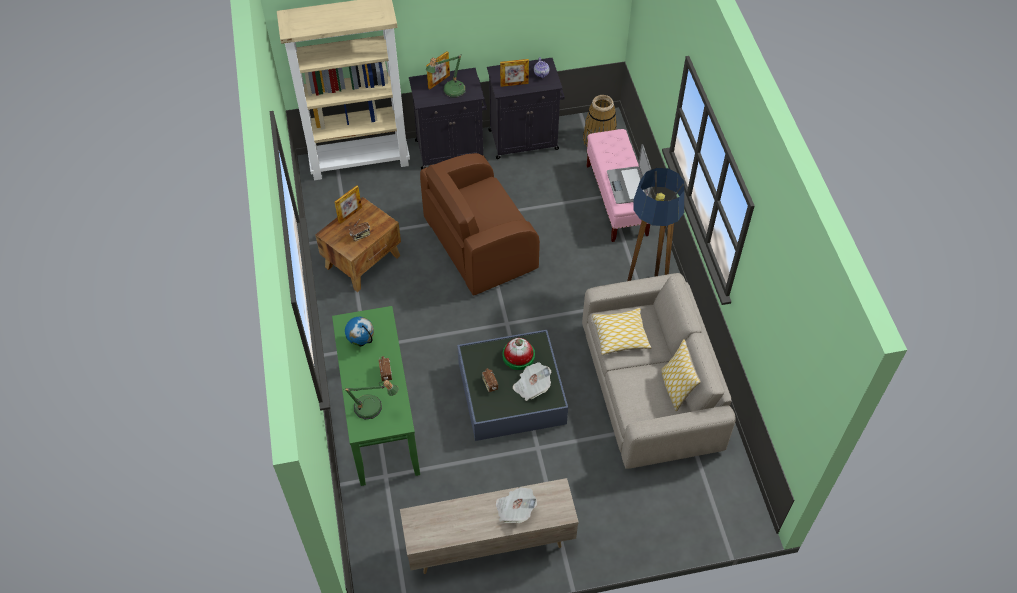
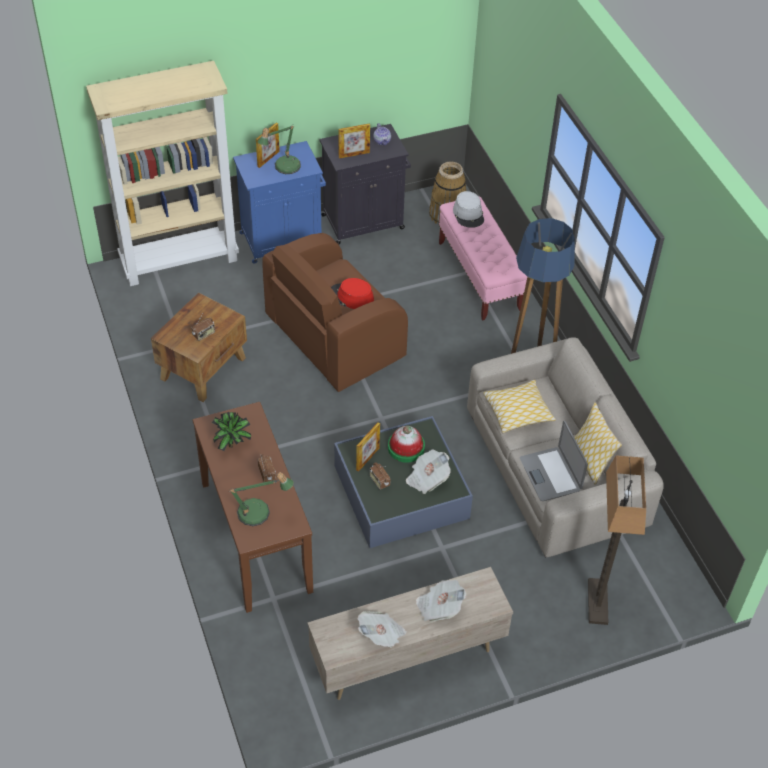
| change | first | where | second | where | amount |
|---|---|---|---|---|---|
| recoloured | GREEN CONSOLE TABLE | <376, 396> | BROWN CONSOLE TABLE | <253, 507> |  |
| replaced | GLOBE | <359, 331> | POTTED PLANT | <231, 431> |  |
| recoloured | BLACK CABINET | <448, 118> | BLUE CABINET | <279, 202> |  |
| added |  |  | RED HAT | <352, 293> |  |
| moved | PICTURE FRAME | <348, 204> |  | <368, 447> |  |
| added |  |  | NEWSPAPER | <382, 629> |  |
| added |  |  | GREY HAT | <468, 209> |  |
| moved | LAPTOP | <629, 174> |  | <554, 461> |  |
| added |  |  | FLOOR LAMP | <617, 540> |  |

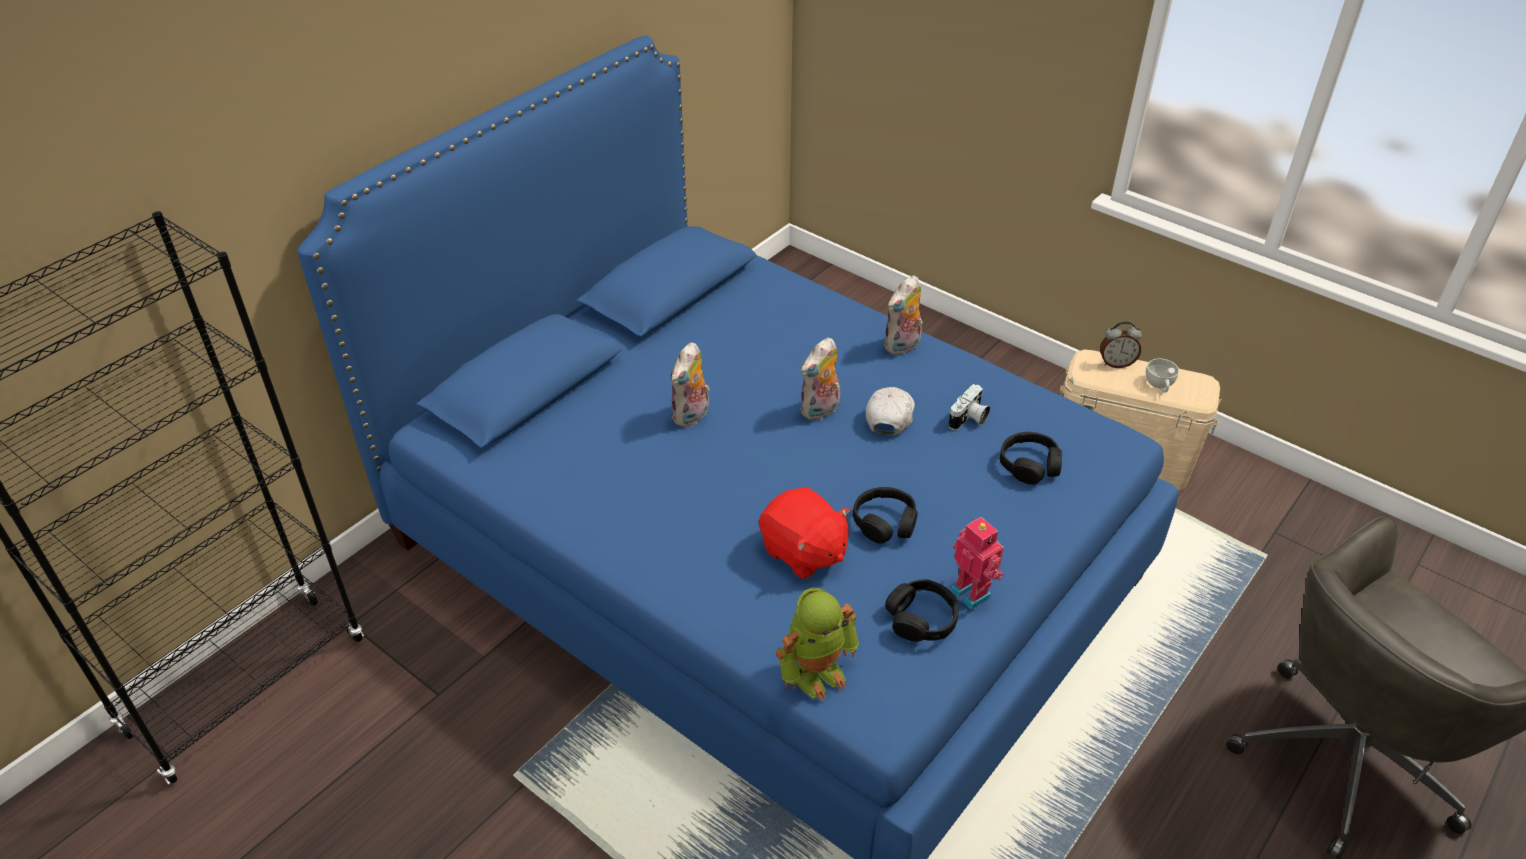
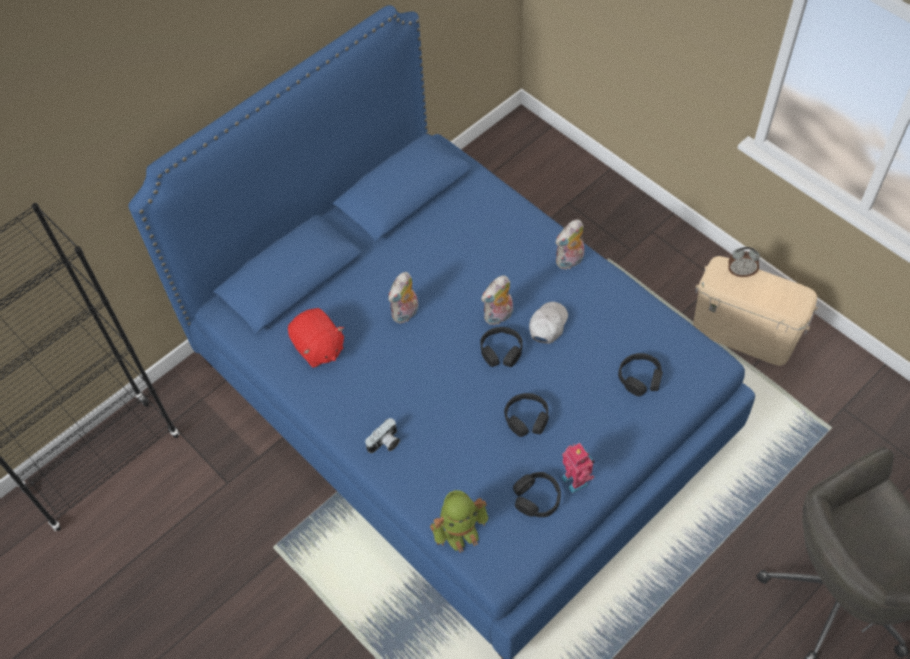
| change | first | where | second | where | amount |
|---|---|---|---|---|---|
| moved | RED PLUSH TOY | <804, 533> |  | <316, 338> |  |
| moved | PHOTO CAMERA | <969, 407> |  | <382, 435> |  |
| added |  |  | BLACK HEADPHONES | <502, 347> |  |
| removed | WHITE CUP | <1162, 375> |  |  |  |

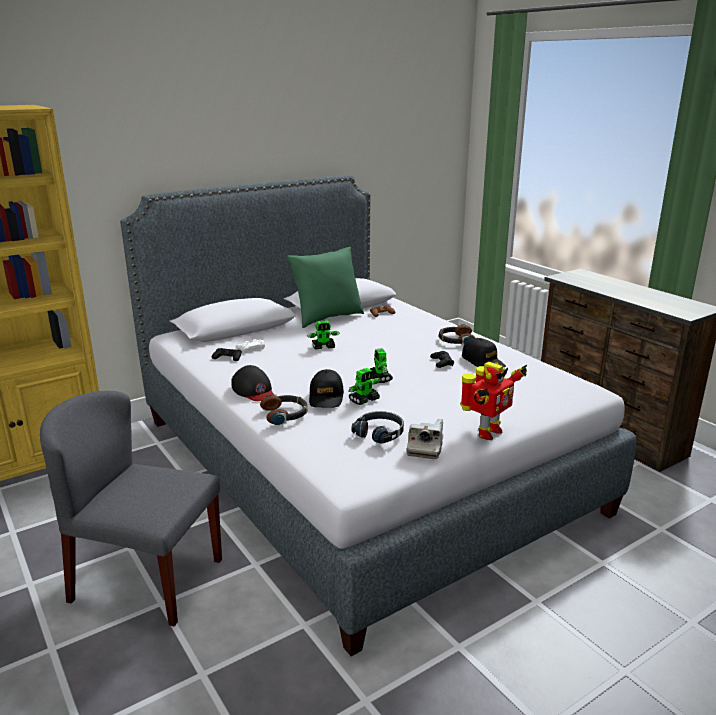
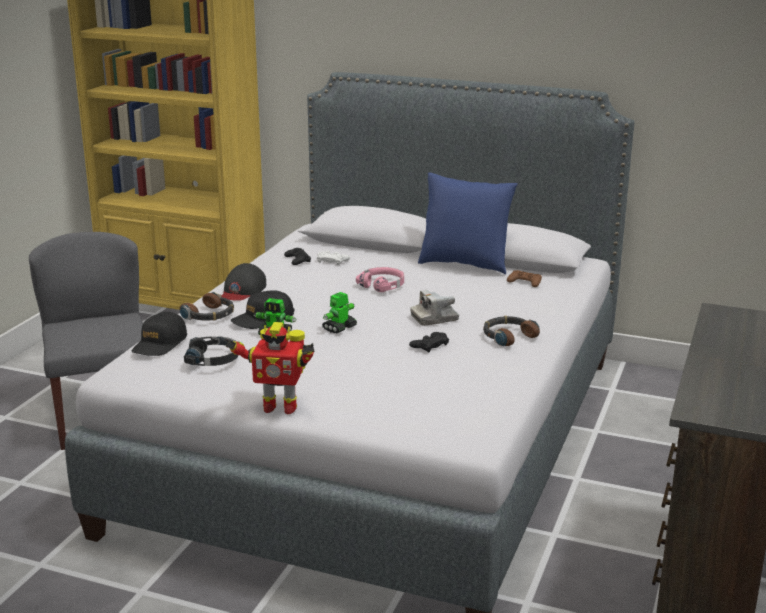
| change | first | where | second | where | amount |
|---|---|---|---|---|---|
| moved | BLACK CAP | <484, 352> |  | <159, 334> |  |
| replaced | TOY ROBOT | <323, 335> | PINK HEADPHONES | <380, 279> |  |
| moved | PHOTO CAMERA | <425, 439> |  | <435, 308> |  |
| recoloured | GREEN PILLOW | <325, 287> | BLUE PILLOW | <468, 223> |  |

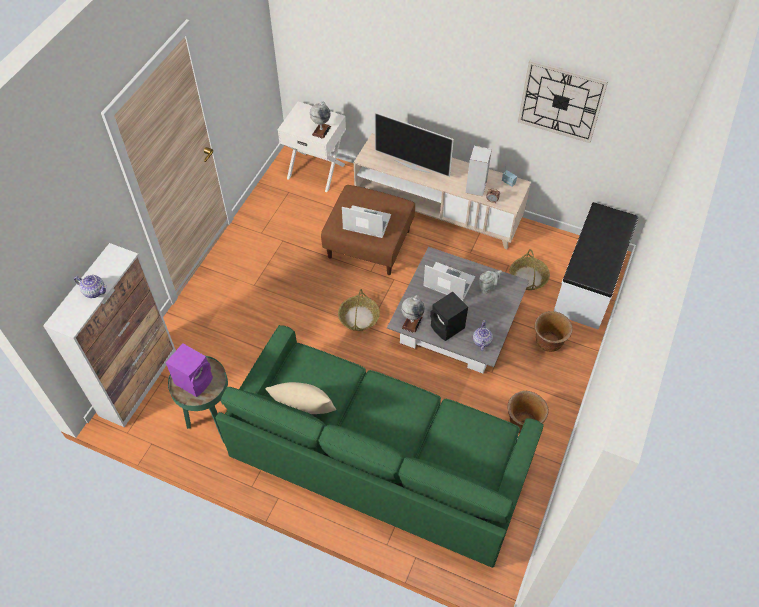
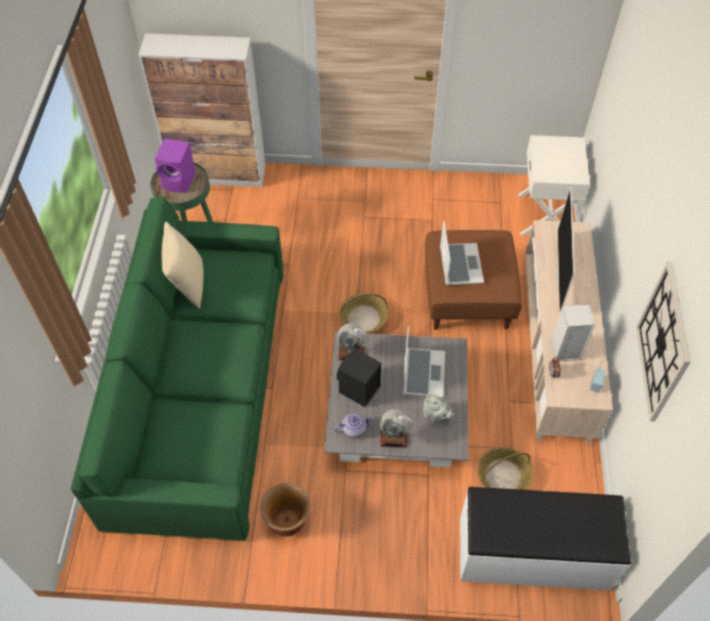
| change | first | where | second | where | amount |
|---|---|---|---|---|---|
| moved | GLOBE | <320, 120> |  | <396, 428> |  |
| removed | TEAPOT | <90, 286> |  |  |  |
| removed | BROWN PLANTER | <553, 331> |  |  |  |

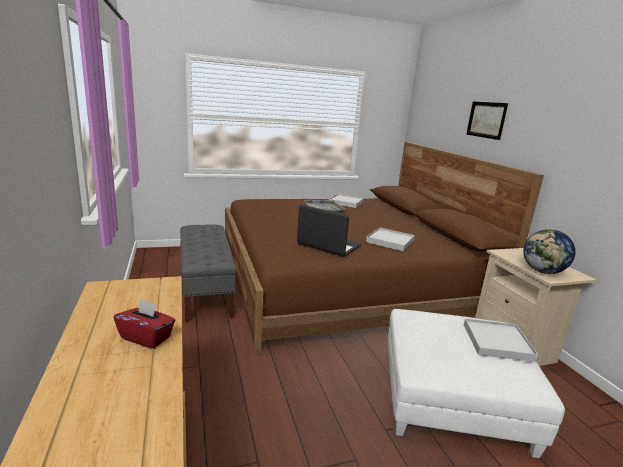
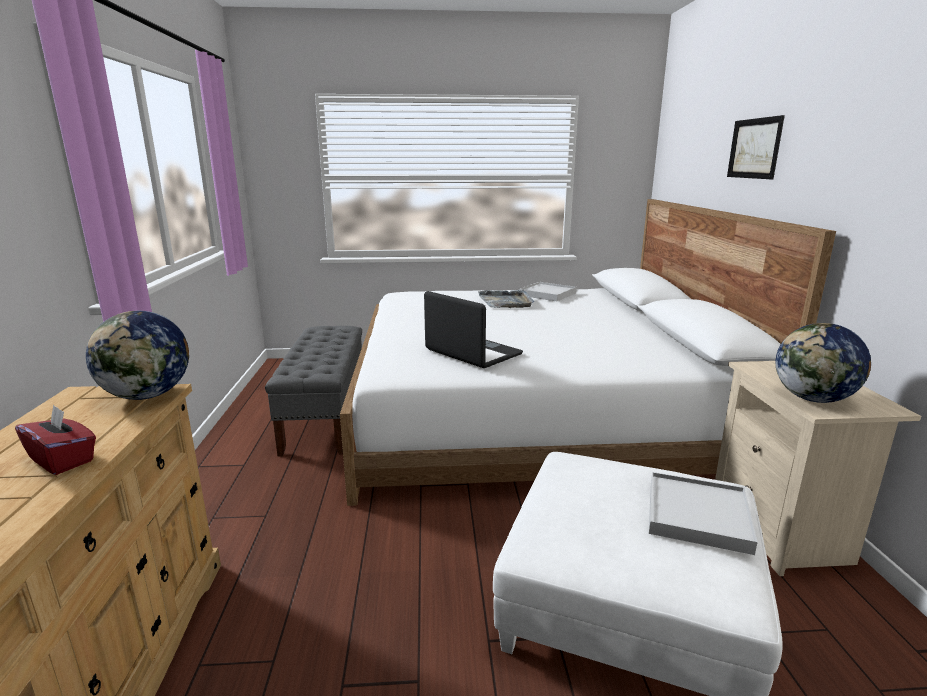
| change | first | where | second | where | amount |
|---|---|---|---|---|---|
| added |  |  | GLOBE | <137, 355> |  |
| recoloured | BROWN BED | <384, 248> | WHITE BED | <588, 352> |  |
| removed | WHITE TRAY | <390, 239> |  |  |  |

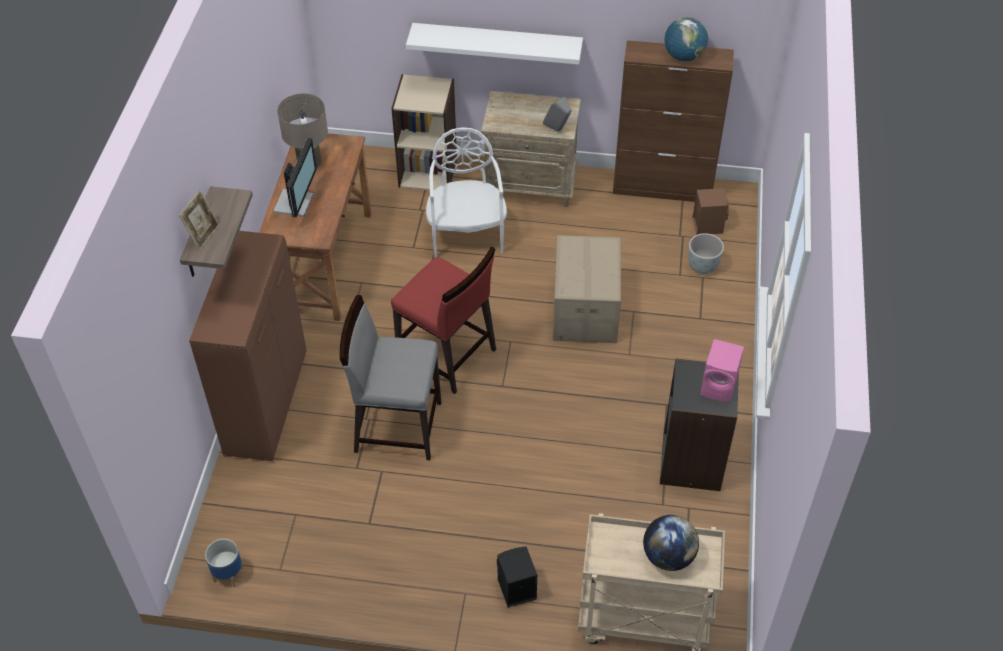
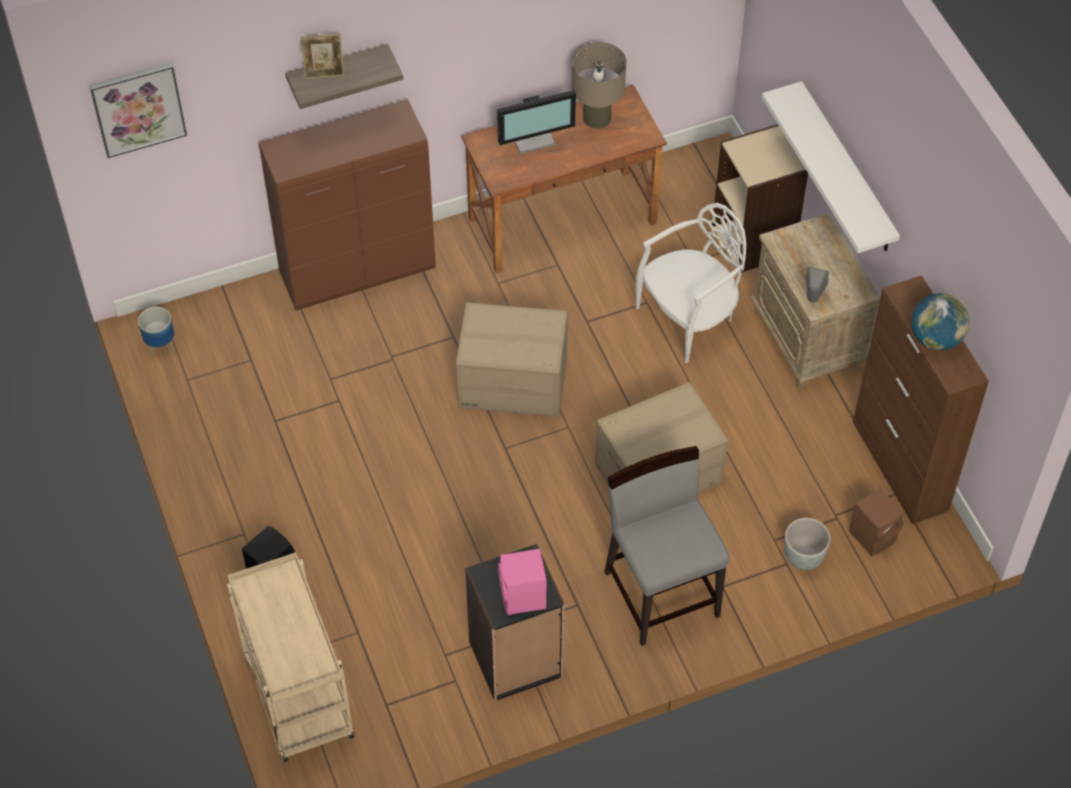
| change | first | where | second | where | amount |
|---|---|---|---|---|---|
| added |  |  | PICTURE | <138, 110> |  |
| replaced | RED CHAIR | <443, 320> | CARDBOARD BOX | <512, 359> |  |
| moved | GREY CHAIR | <390, 377> |  | <667, 546> |  |
| removed | GLOBE | <671, 543> |  |  |  |

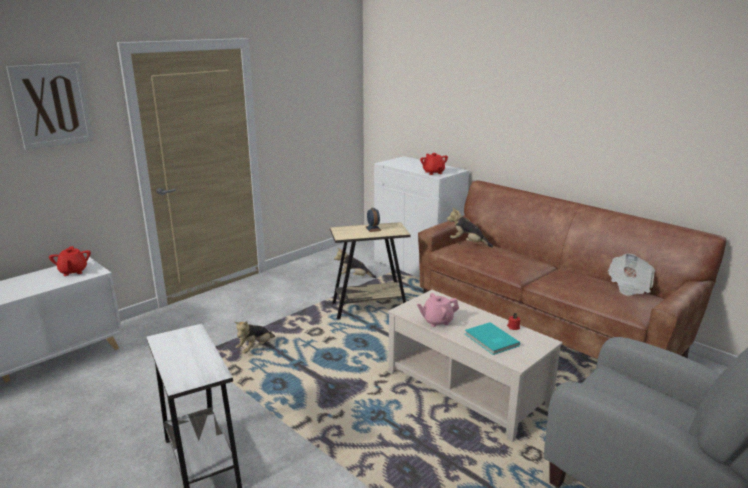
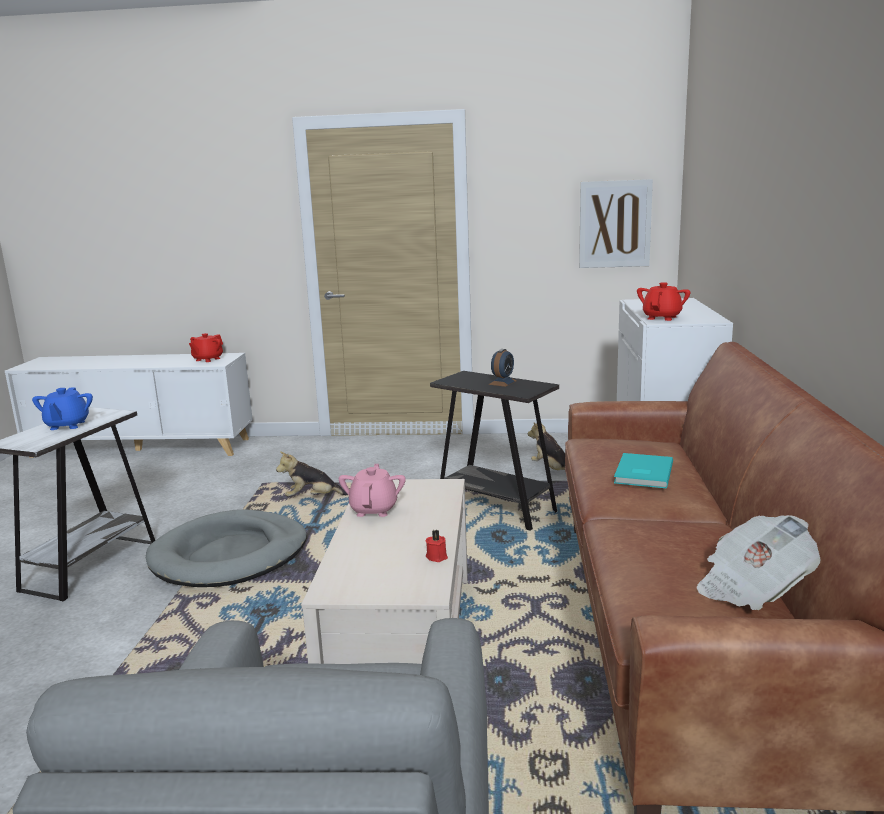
| change | first | where | second | where | amount |
|---|---|---|---|---|---|
| added |  |  | BLUE TEAPOT | <62, 408> |  |
| added |  |  | GREY DOG BED | <226, 548> |  |
| turned | PINK TEAPOT | <438, 310> |  | <372, 490> | 60 degrees clockwise |
| recoloured | BEIGE SIDE TABLE | <370, 270> | BLACK SIDE TABLE | <494, 451> |  |
| moved | PICTURE | <50, 106> |  | <616, 223> |  |
| moved | TURQUOISE BOOK | <492, 338> |  | <643, 471> |  |
| removed | PLUSH TOY | <470, 227> |  |  |  |

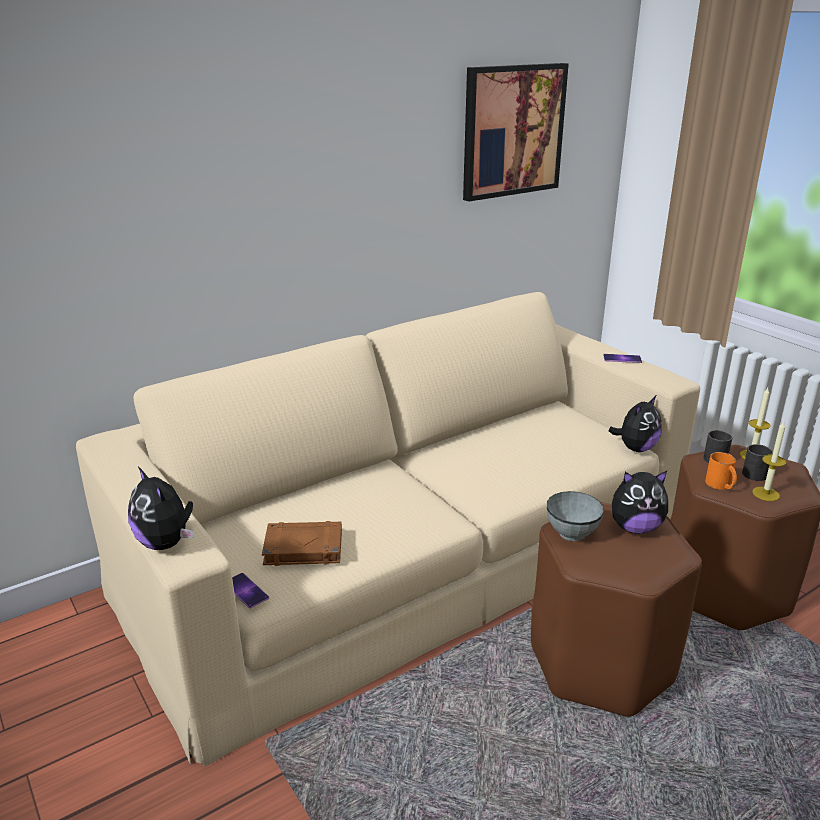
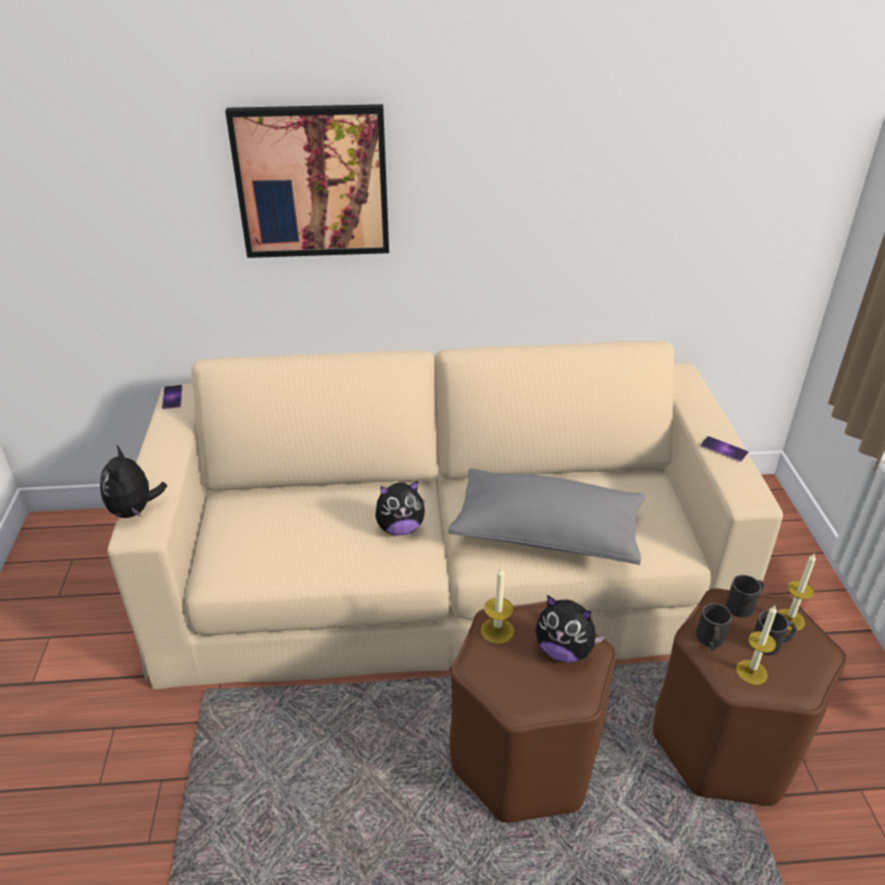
| change | first | where | second | where | amount |
|---|---|---|---|---|---|
| moved | PHONE | <250, 590> |  | <172, 397> |  |
| moved | PICTURE | <516, 132> |  | <307, 181> |  |
| moved | PLUSH TOY | <635, 424> |  | <400, 508> |  |
| added |  |  | GREY PILLOW | <546, 516> |  |
| replaced | GREY BOWL | <575, 516> | CANDLE | <497, 605> |  |
| recoloured | ORANGE MUG | <721, 470> | BLACK MUG | <714, 627> |  |
| removed | BROWN BOOK | <302, 543> |  |  |  |

